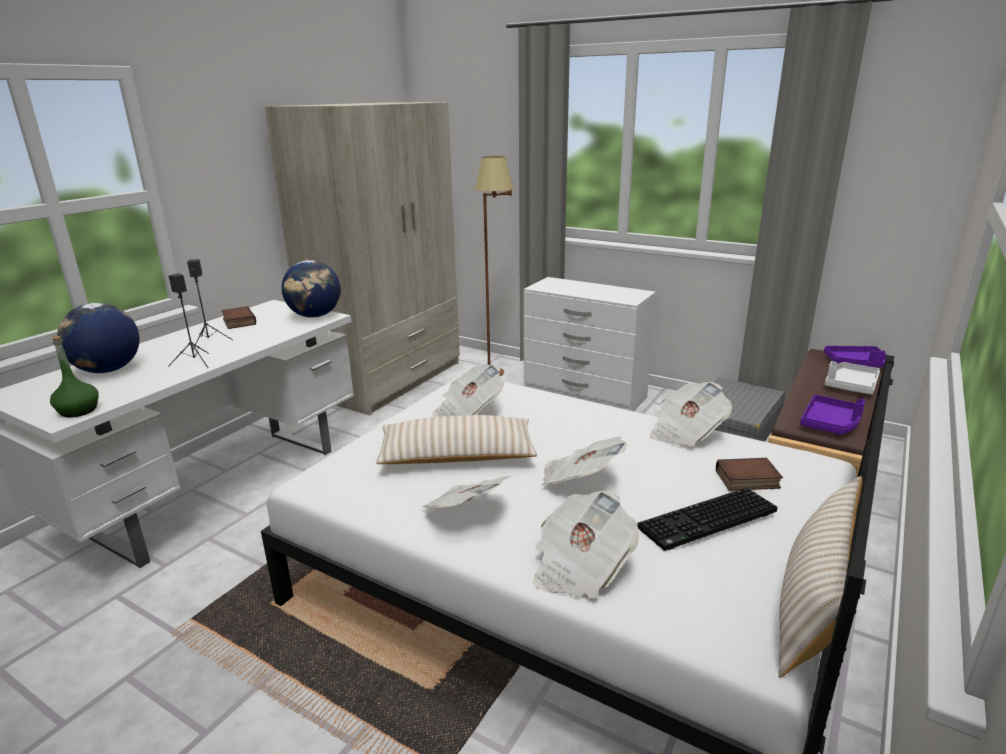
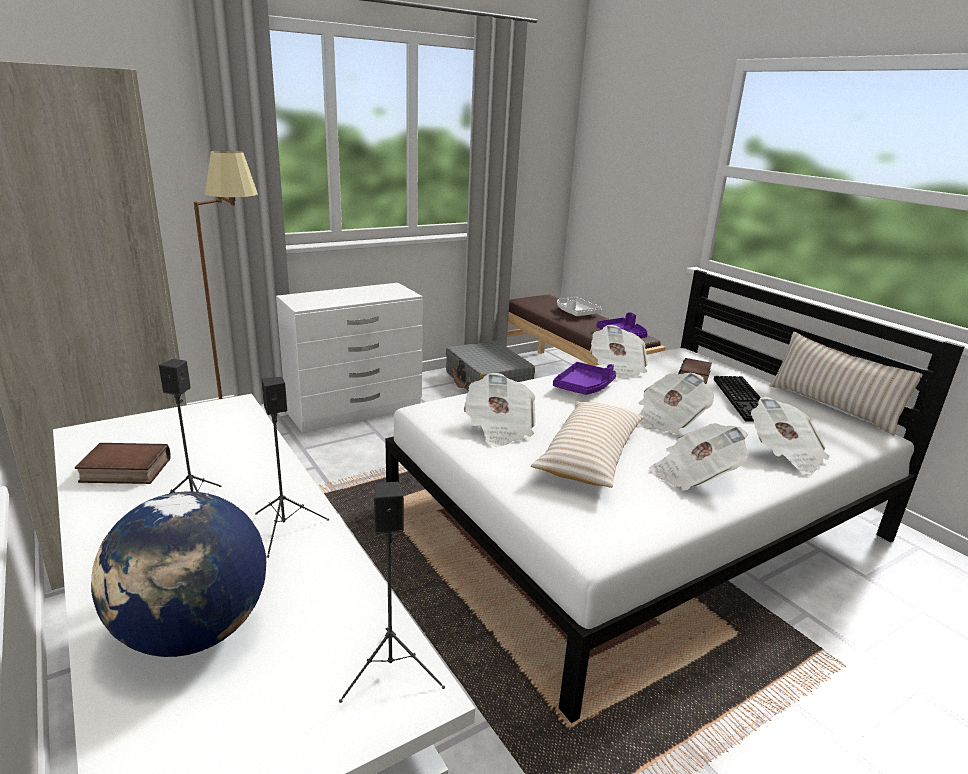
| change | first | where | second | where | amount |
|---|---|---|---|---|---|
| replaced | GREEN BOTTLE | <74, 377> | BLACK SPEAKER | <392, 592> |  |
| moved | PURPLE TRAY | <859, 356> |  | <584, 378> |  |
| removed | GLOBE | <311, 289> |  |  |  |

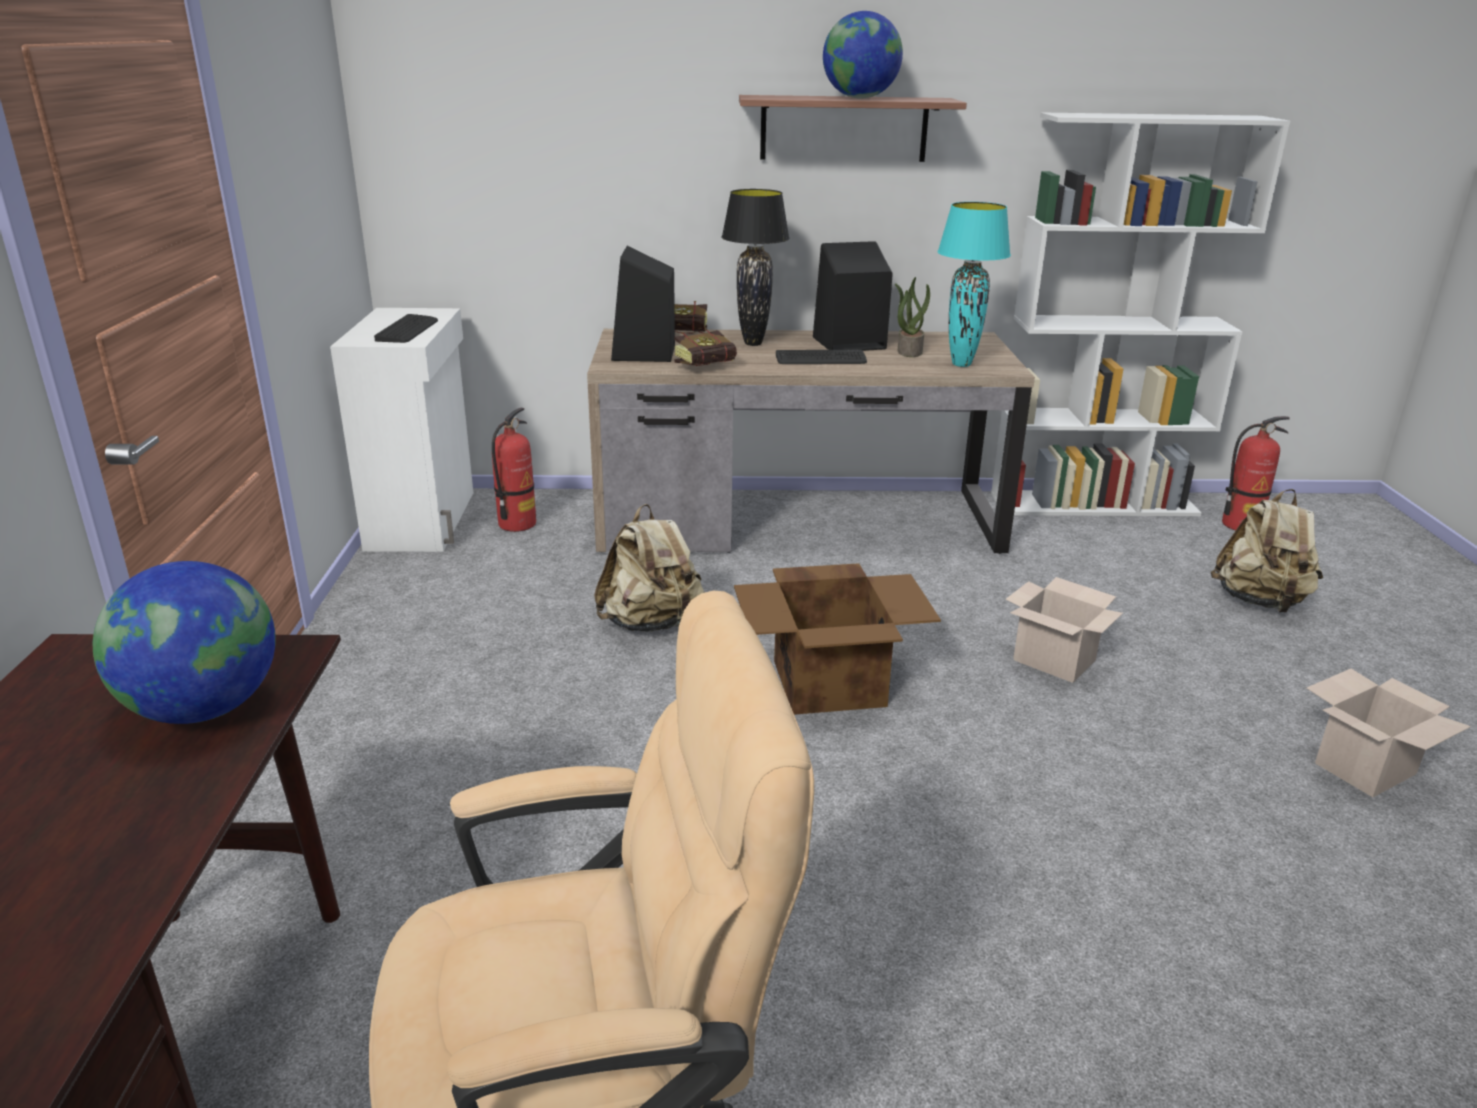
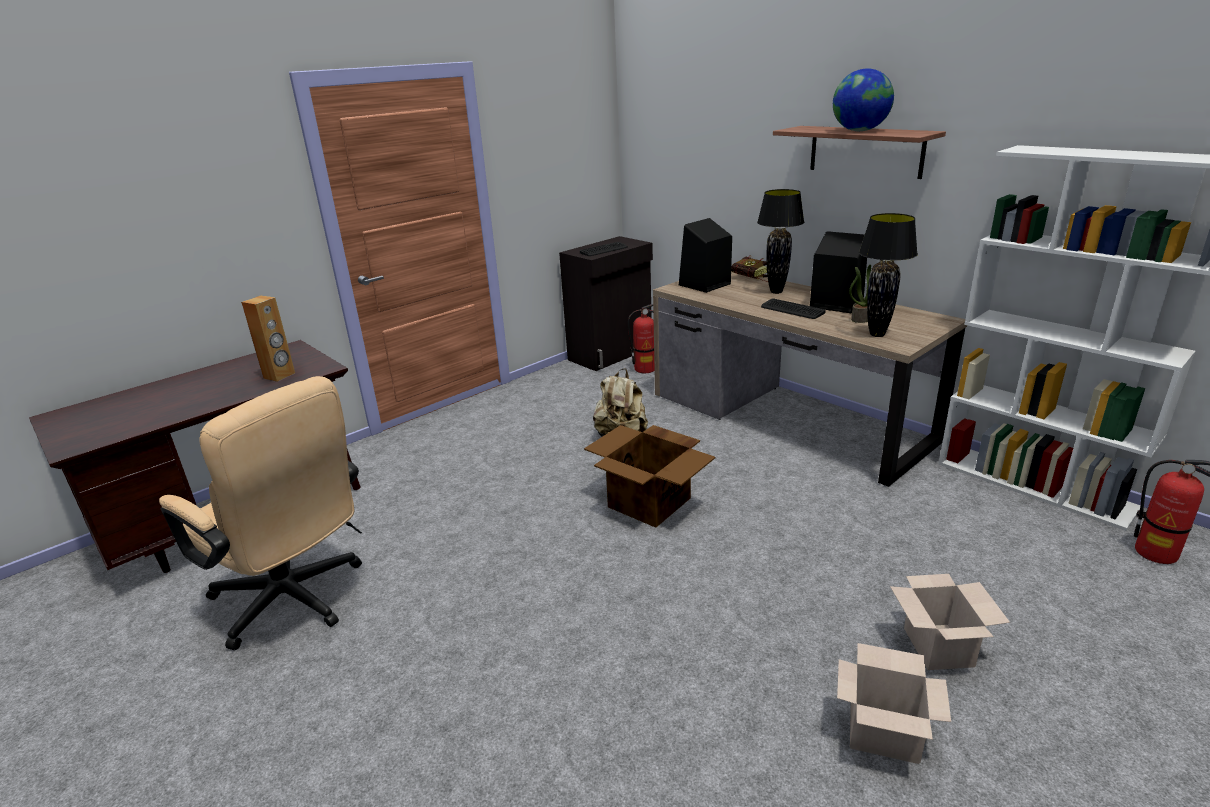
| change | first | where | second | where | amount |
|---|---|---|---|---|---|
| replaced | GLOBE | <184, 642> | BROWN SPEAKER | <268, 338> |  |
| recoloured | WHITE CABINET | <401, 430> | BLACK CABINET | <606, 303> |  |
| recoloured | TURQUOISE TABLE LAMP | <974, 284> | BLACK TABLE LAMP | <888, 275> |  |
| moved | CARDBOARD BOX | <1064, 630> |  | <950, 622> |  |
| removed | BOOK | <705, 347> |  |  |  |
| removed | BEIGE BACKPACK | <1267, 551> |  |  |  |

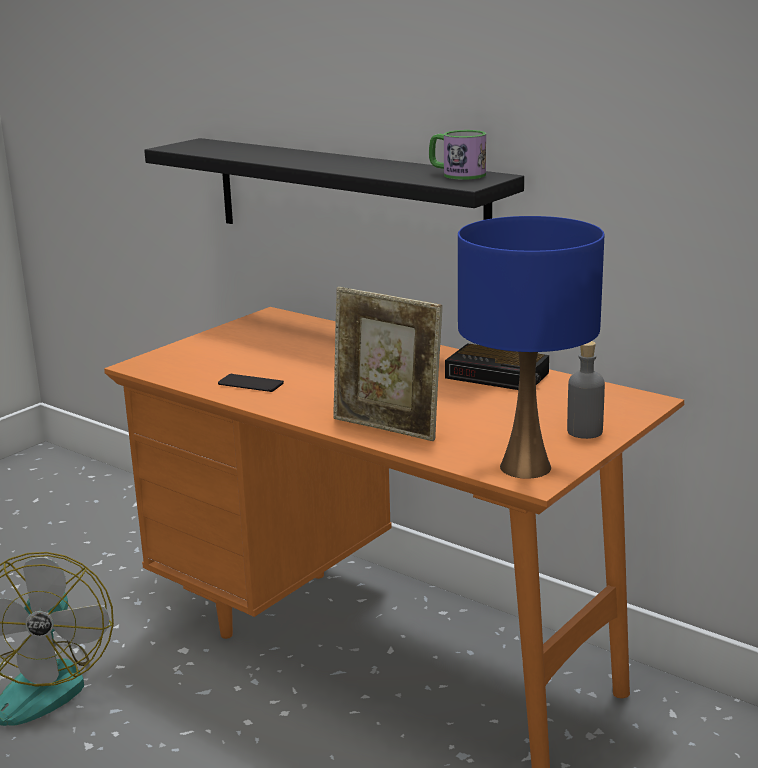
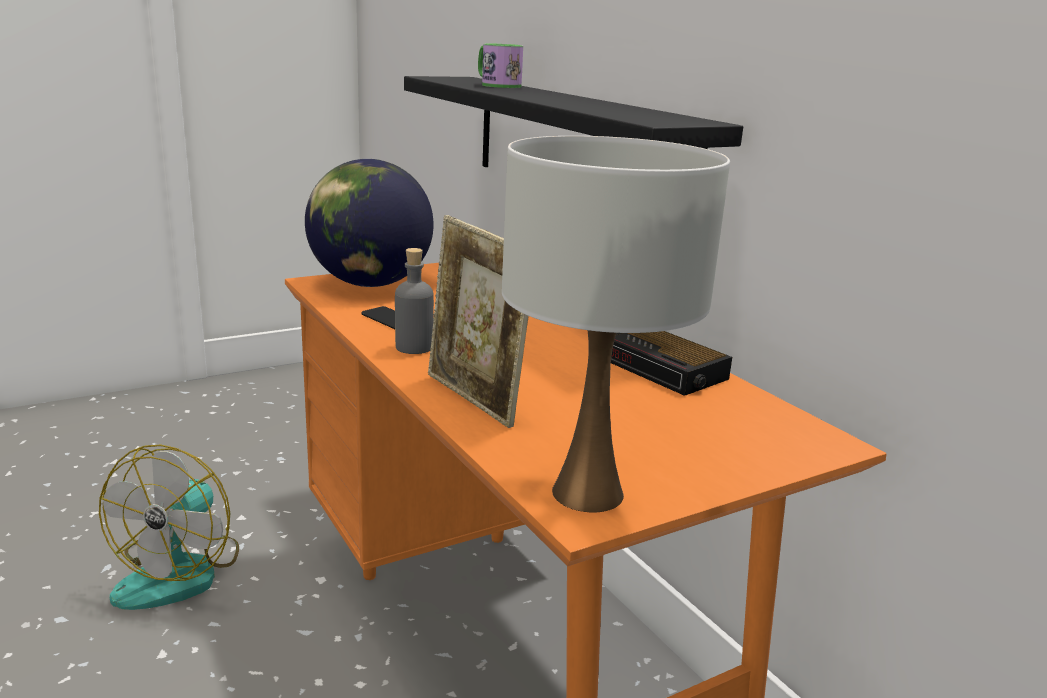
| change | first | where | second | where | amount |
|---|---|---|---|---|---|
| added |  |  | GLOBE | <369, 223> |  |
| moved | GREY BOTTLE | <586, 390> |  | <414, 301> |  |
| moved | MUG | <457, 155> |  | <500, 65> |  |
| recoloured | BLUE TABLE LAMP | <531, 347> | WHITE TABLE LAMP | <616, 324> |  |

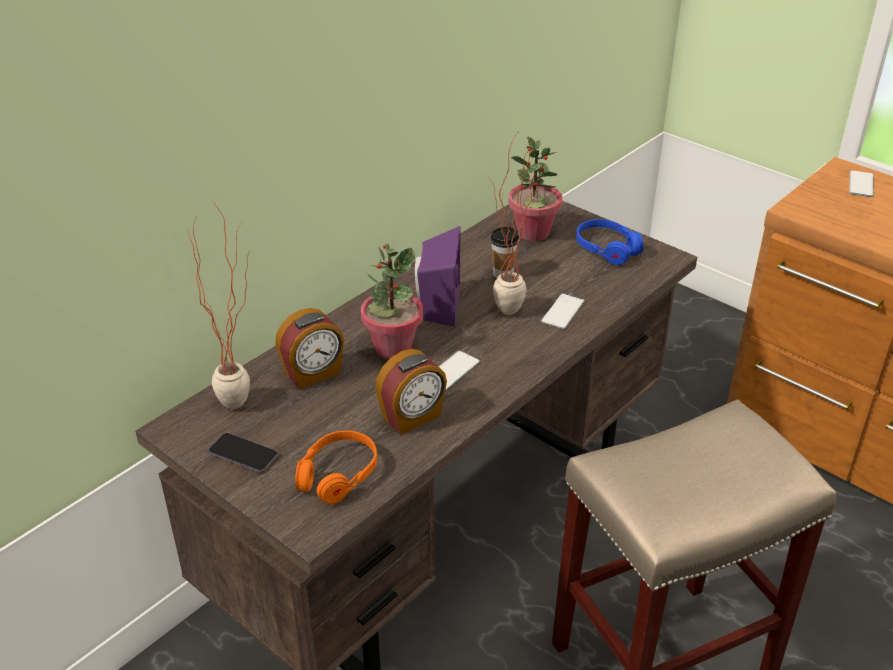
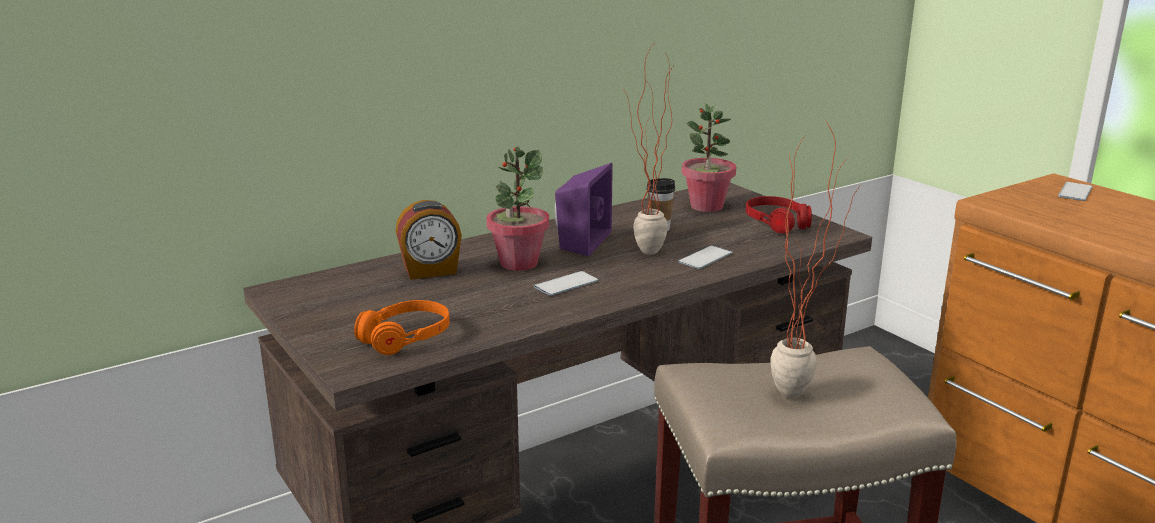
| change | first | where | second | where | amount |
|---|---|---|---|---|---|
| recoloured | BLUE HEADPHONES | <610, 242> | RED HEADPHONES | <779, 215> |  |
| moved | POTTED PLANT | <219, 305> |  | <815, 258> |  |
| removed | PHONE | <243, 453> |  |  |  |
| removed | ALARM CLOCK | <411, 392> |  |  |  |

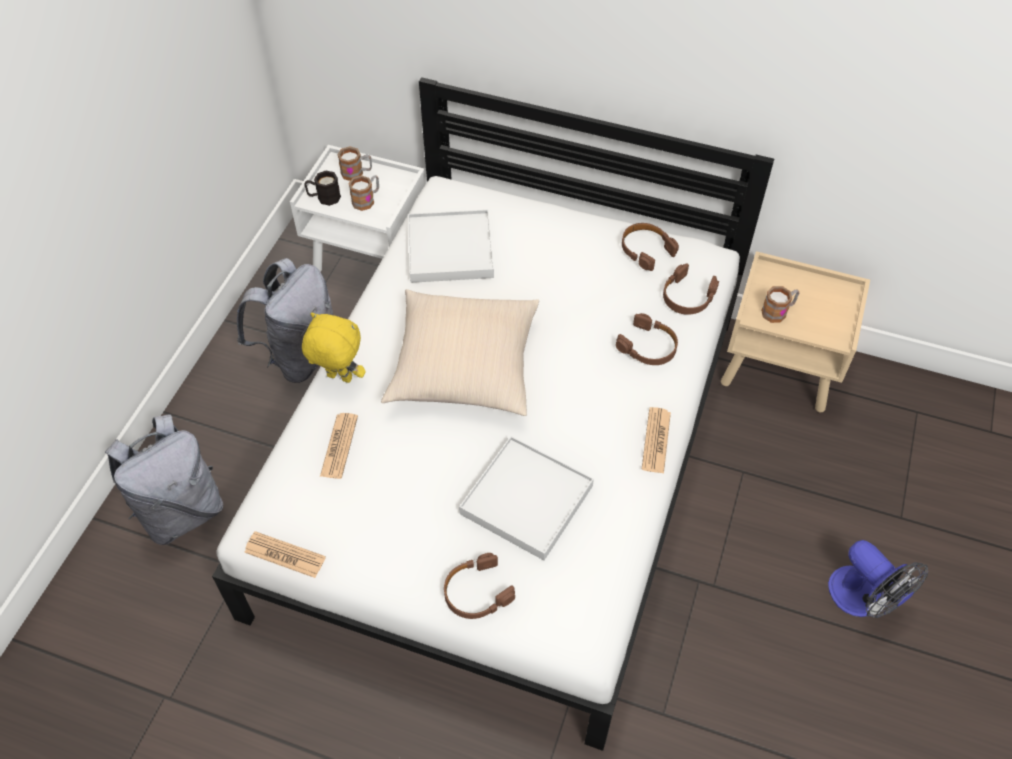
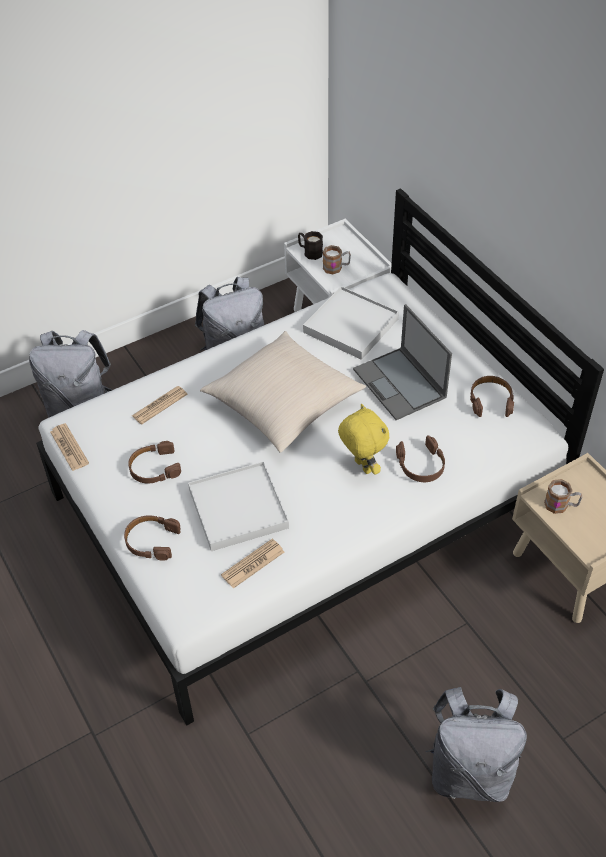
| change | first | where | second | where | amount |
|---|---|---|---|---|---|
| moved | BROWN HEADPHONES | <691, 289> |  | <154, 462> |  |
| moved | NEWSPAPER | <656, 440> |  | <252, 564> |  |
| moved | YELLOW PLUSH TOY | <333, 348> |  | <363, 439> |  |
| added |  |  | LAPTOP | <402, 362> |  |
| replaced | FAN | <878, 579> | GREY BACKPACK | <476, 744> |  |
| removed | MUG | <354, 163> |  |  |  |

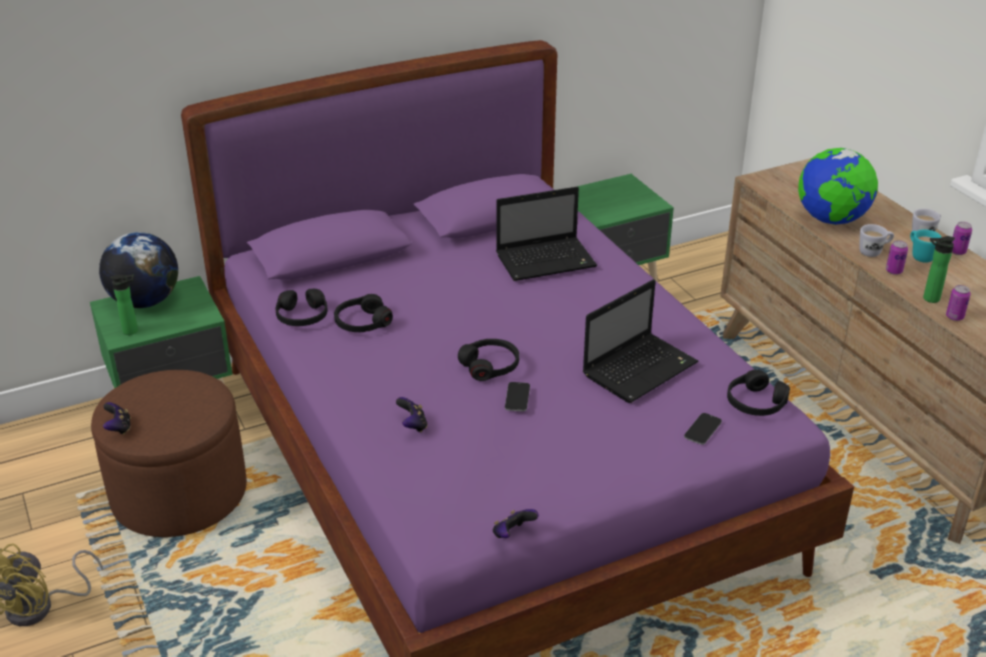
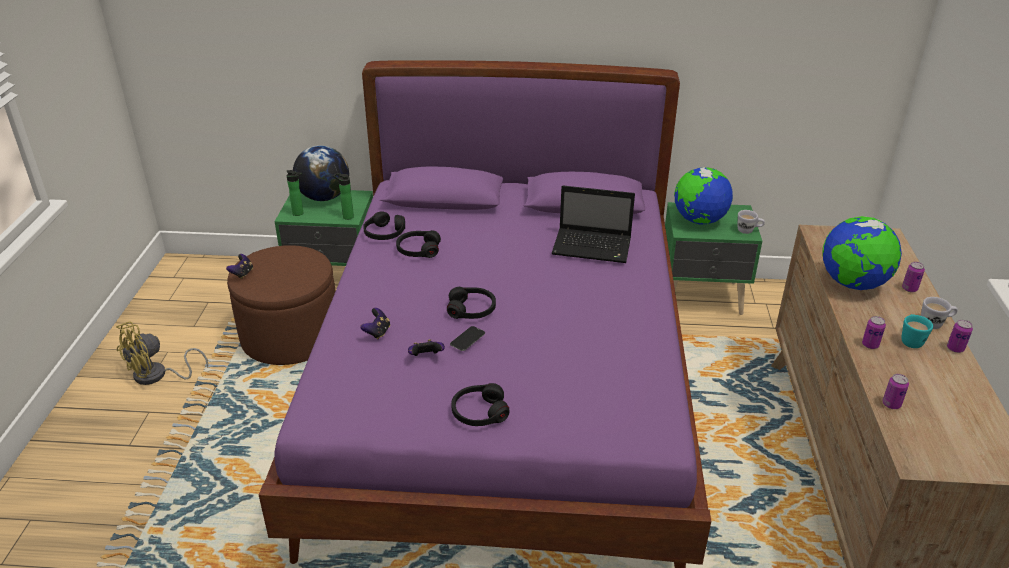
| change | first | where | second | where | amount |
|---|---|---|---|---|---|
| moved | BOTTLE | <939, 269> |  | <344, 196> |  |
| moved | GAME CONTROLLER | <516, 523> |  | <426, 347> |  |
| moved | BLACK HEADPHONES | <758, 393> |  | <480, 404> |  |
| added |  |  | GLOBE | <703, 196> |  |
| moved | WHITE MUG | <876, 240> |  | <751, 222> |  |
| added |  |  | CAN | <913, 277> |  |
| removed | LAPTOP | <640, 341> |  |  |  |
| removed | PHONE | <703, 429> |  |  |  |

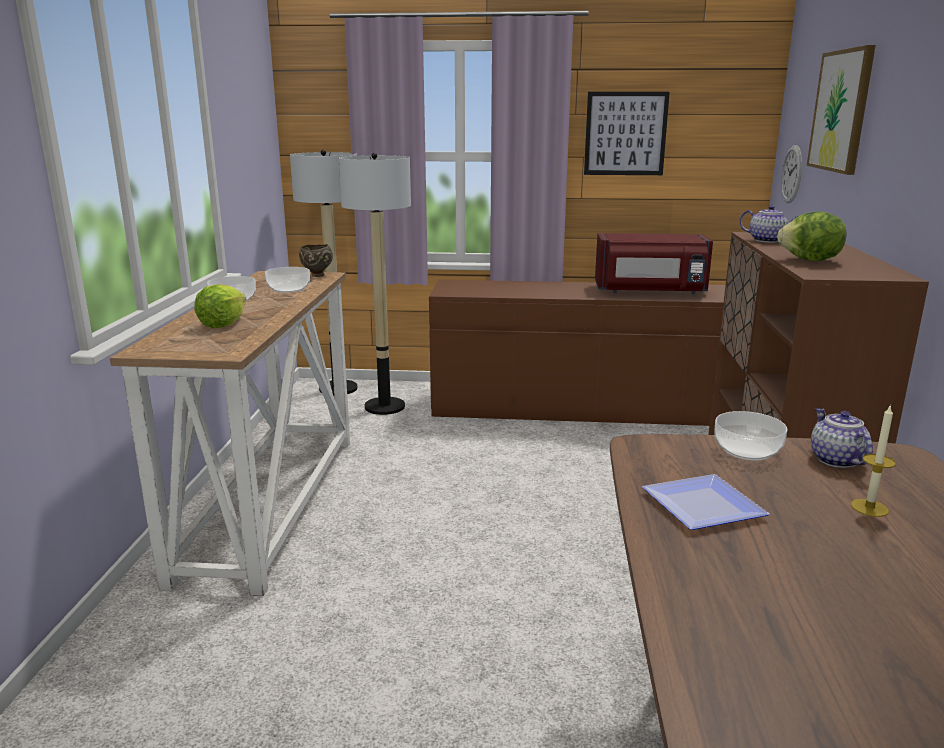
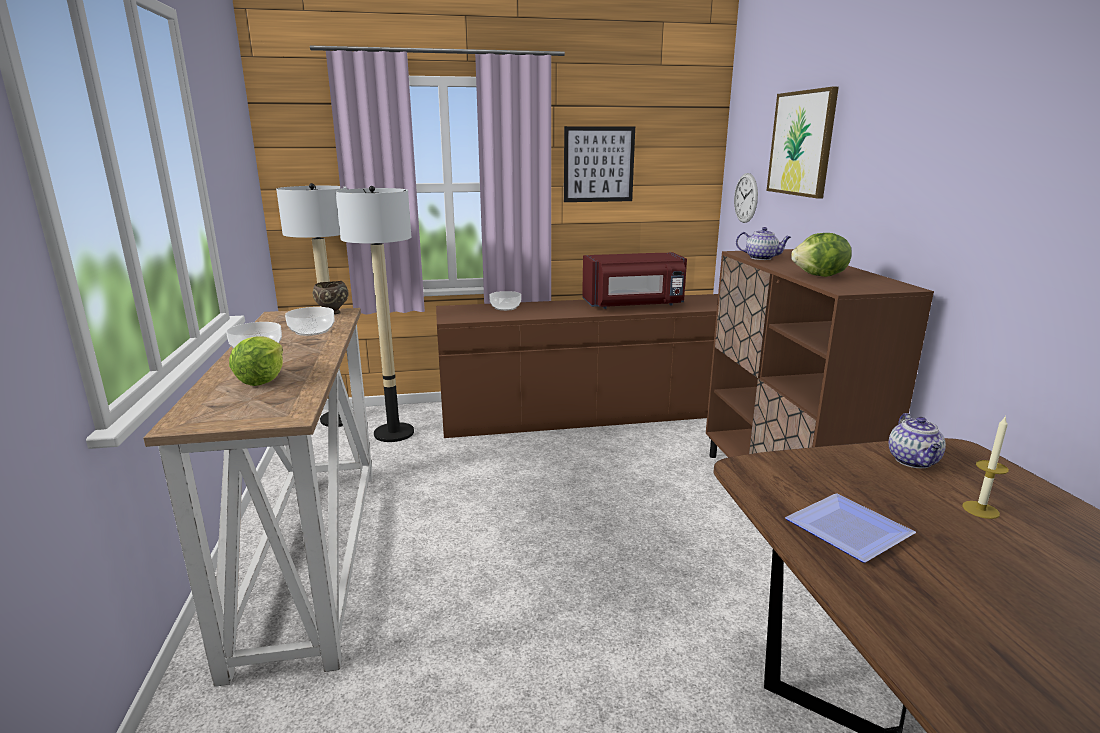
| change | first | where | second | where | amount |
|---|---|---|---|---|---|
| moved | BOWL | <750, 436> |  | <505, 301> |  |
| turned | TEAPOT | <842, 438> |  | <917, 440> | 150 degrees counterclockwise |

